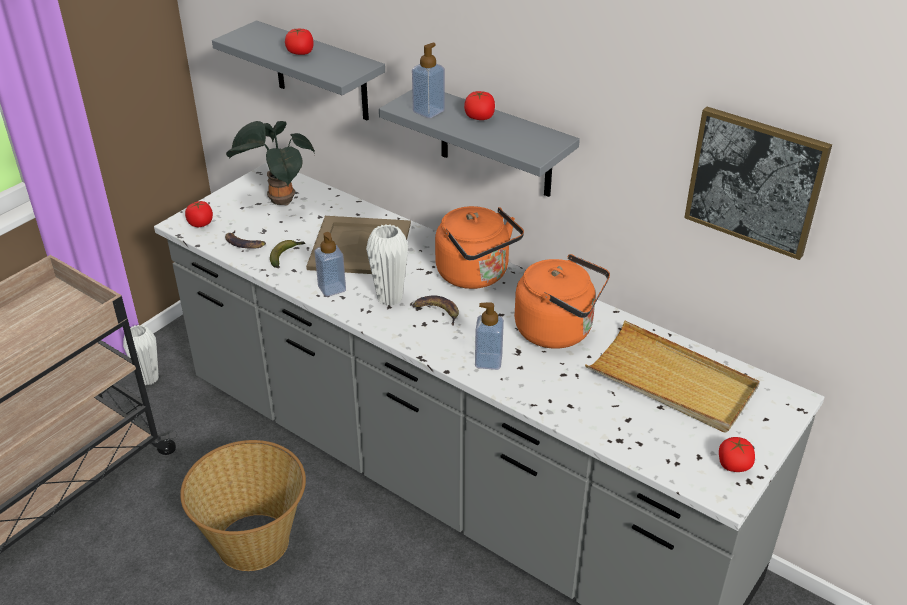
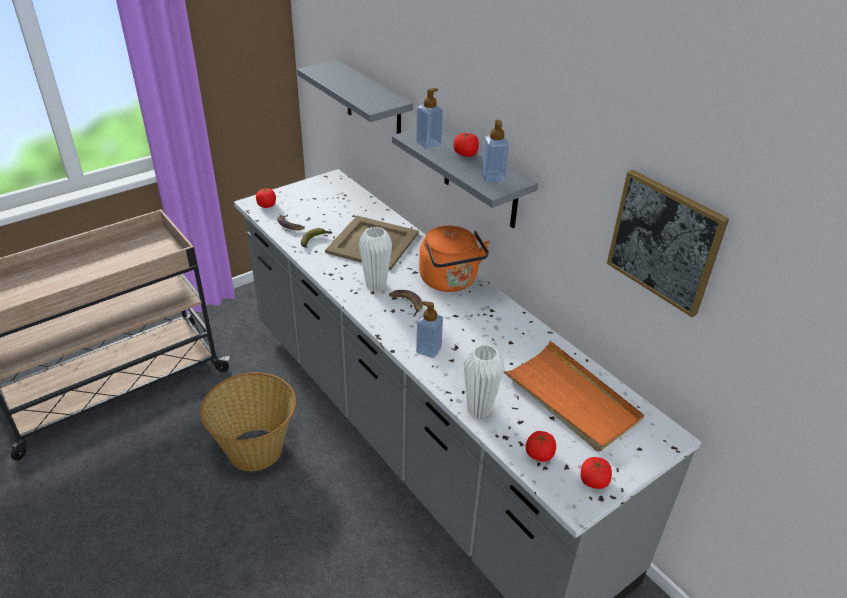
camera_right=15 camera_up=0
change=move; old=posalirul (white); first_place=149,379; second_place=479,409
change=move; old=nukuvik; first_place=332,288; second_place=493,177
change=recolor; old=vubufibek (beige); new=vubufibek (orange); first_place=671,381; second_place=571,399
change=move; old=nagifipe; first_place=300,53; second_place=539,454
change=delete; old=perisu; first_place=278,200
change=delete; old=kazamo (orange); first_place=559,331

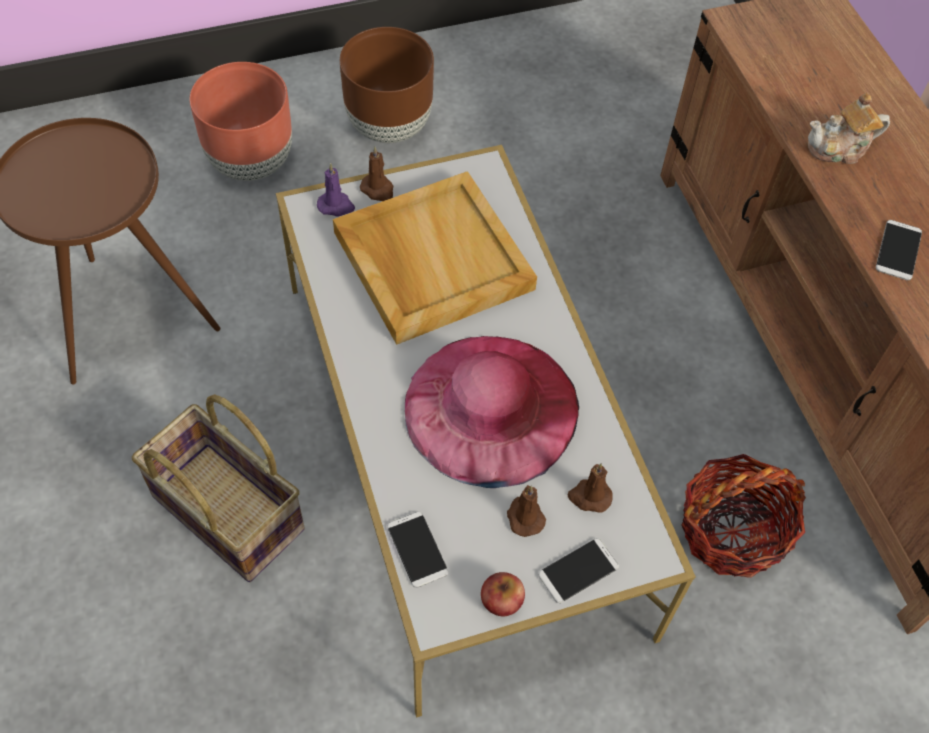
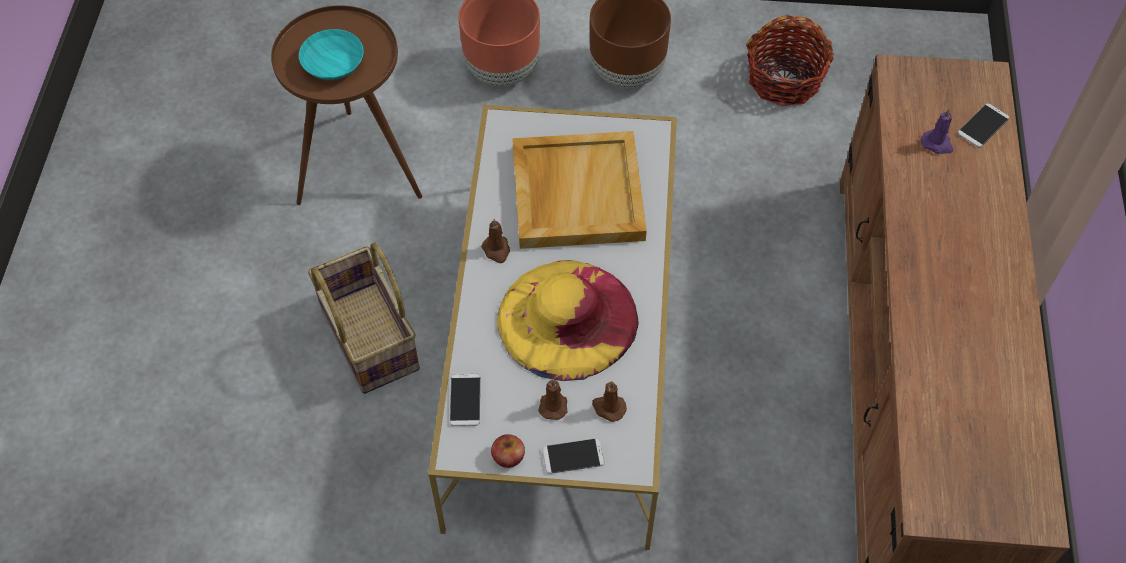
camera_right=25 camera_up=0
change=insert; new=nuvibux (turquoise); second_place=335,65
change=move; old=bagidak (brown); first_place=378,190; second_place=496,250
change=recolor; old=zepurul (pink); new=zepurul (yellow); first_place=491,408; second_place=567,319
change=move; old=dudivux; first_place=732,531; second_place=784,80
change=move; old=bagidak (purple); first_place=336,206; second_place=937,144
change=move; old=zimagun; first_place=898,250; second_place=983,126
change=delete; old=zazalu; first_place=839,148

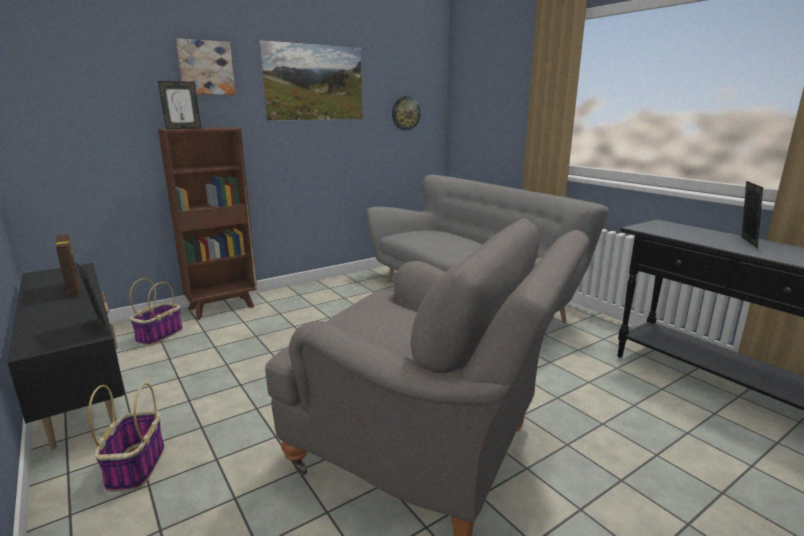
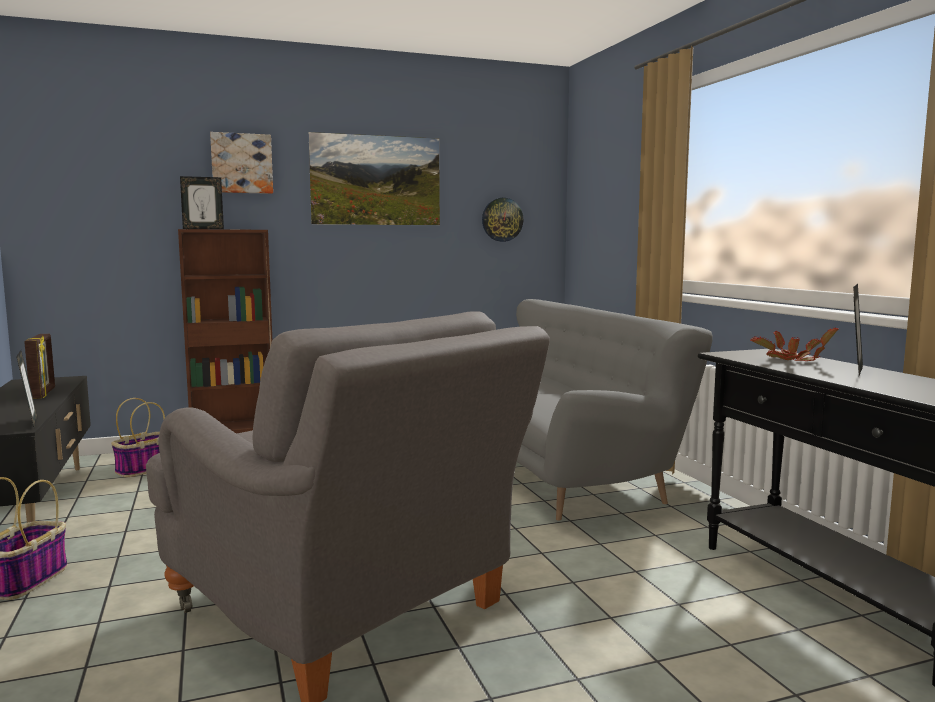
camera_right=15 camera_up=-10
change=insert; new=perisu; second_place=792,361

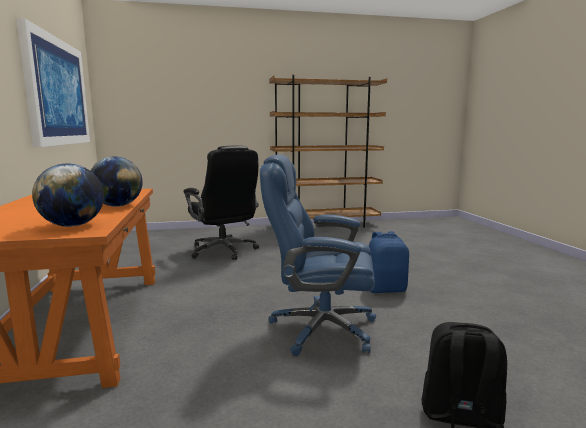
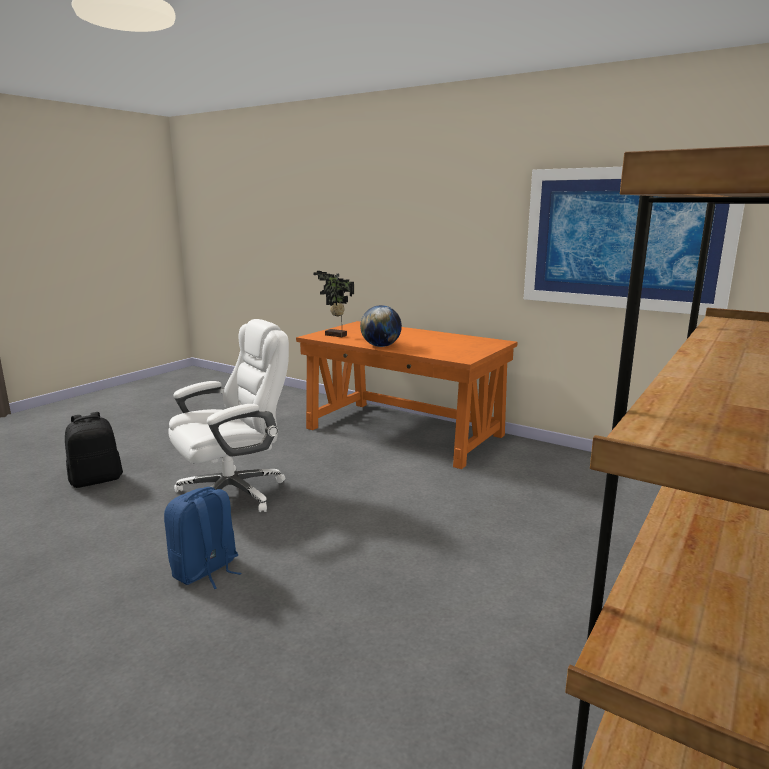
camera_right=135 camera_up=5
change=recolor; old=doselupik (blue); new=doselupik (white); first_place=320,329; second_place=234,493
change=replace; old=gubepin; new=perisu; first_place=73,225; second_place=335,336
change=delete; old=doselupik (black); first_place=224,251

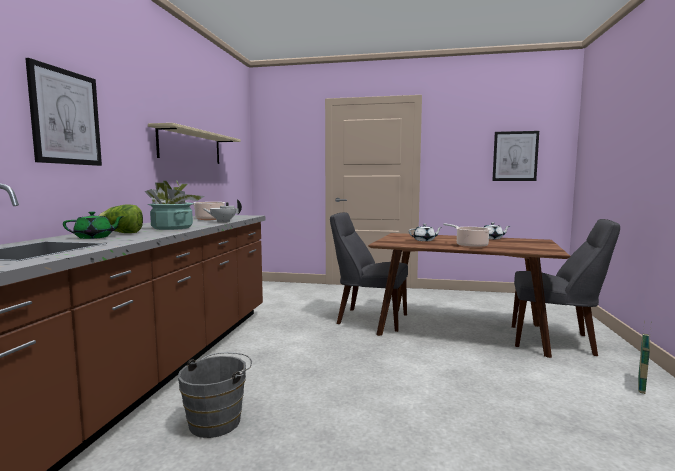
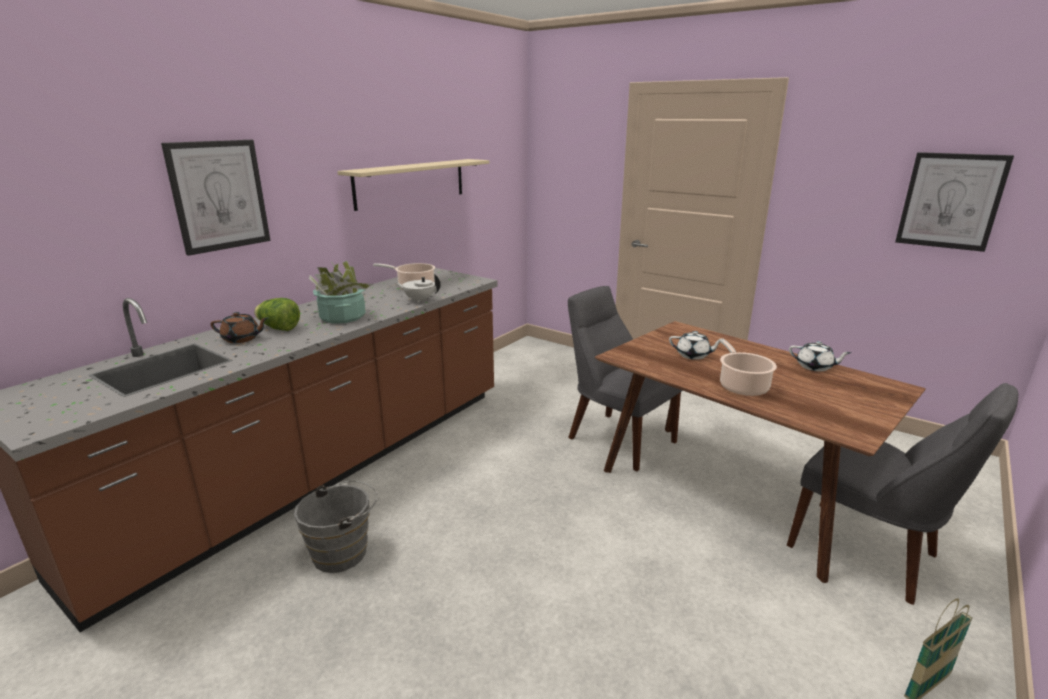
camera_right=25 camera_up=15
change=recolor; old=zazalu (green); new=zazalu (brown); first_place=95,237; second_place=242,339

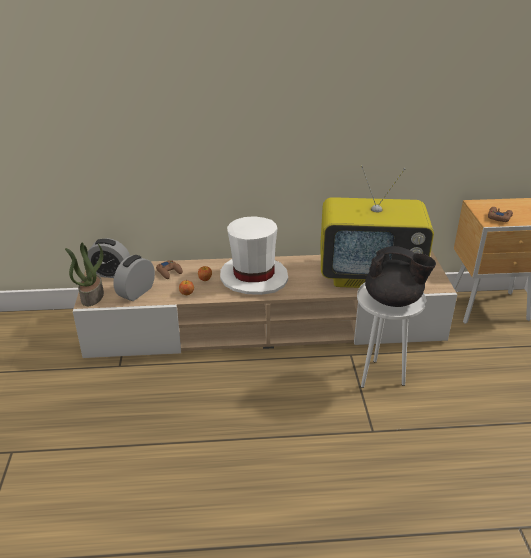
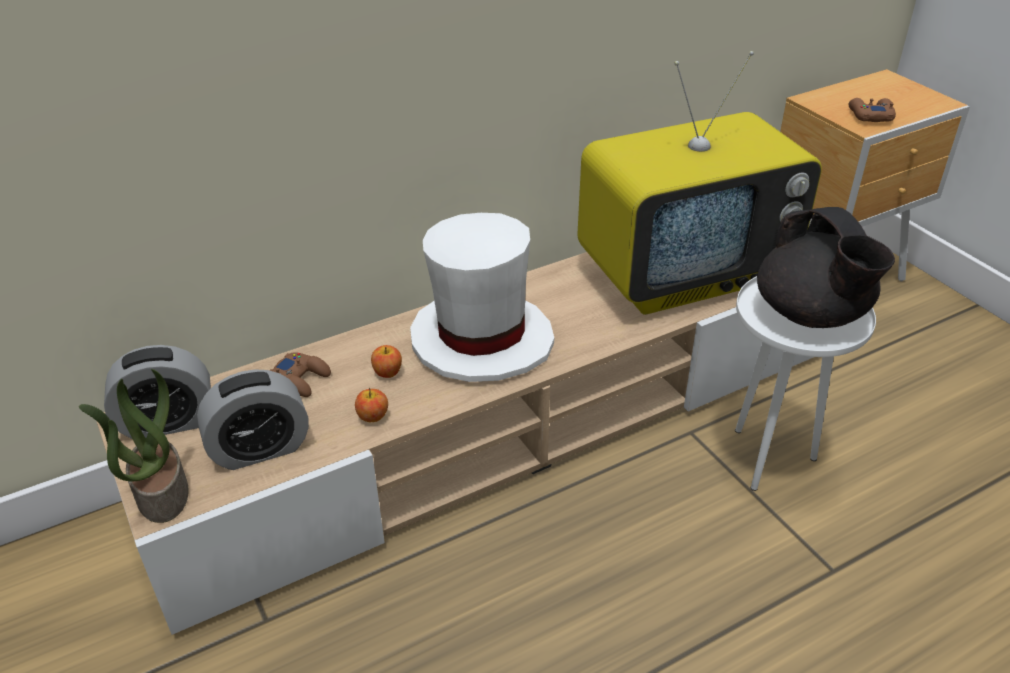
camera_right=-25 camera_up=5
change=rotate; old=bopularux; first_place=136,292; second_place=260,449; degrees=-120
change=rotate; old=zazalu (black); first_place=394,300; second_place=811,315; degrees=75

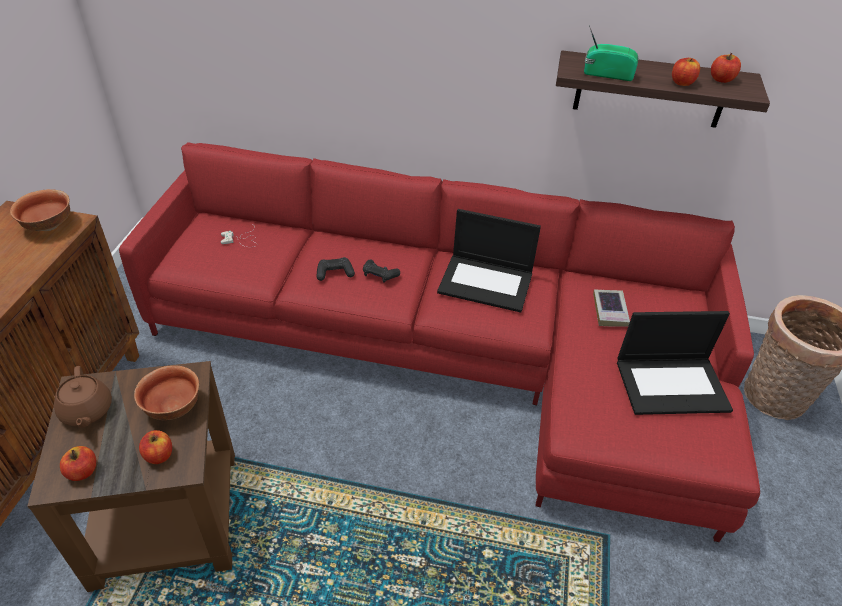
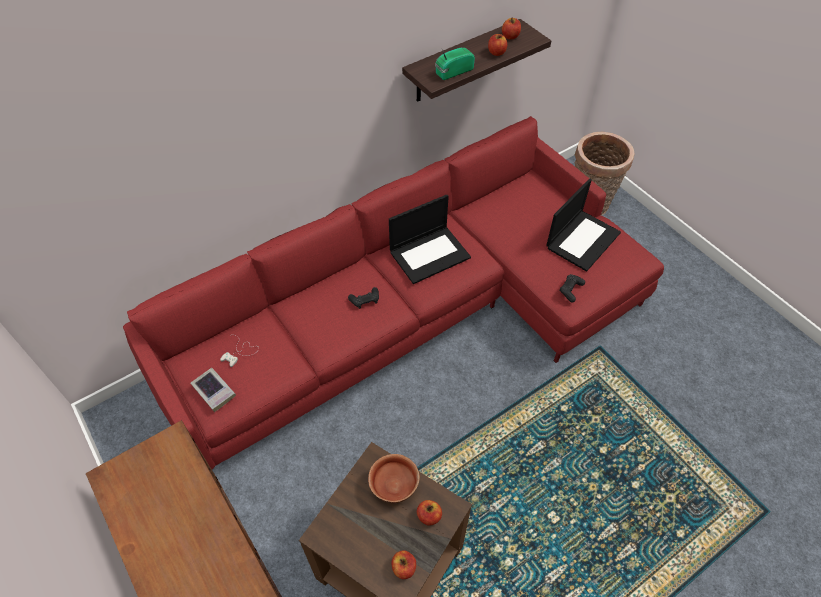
camera_right=-45 camera_up=10
change=move; old=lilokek; first_place=610,311; second_place=214,391
change=move; old=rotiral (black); first_place=335,273; second_place=570,290
change=delete; old=nuvibux; first_place=49,226
change=delete; old=zazalu (brown); first_place=86,411

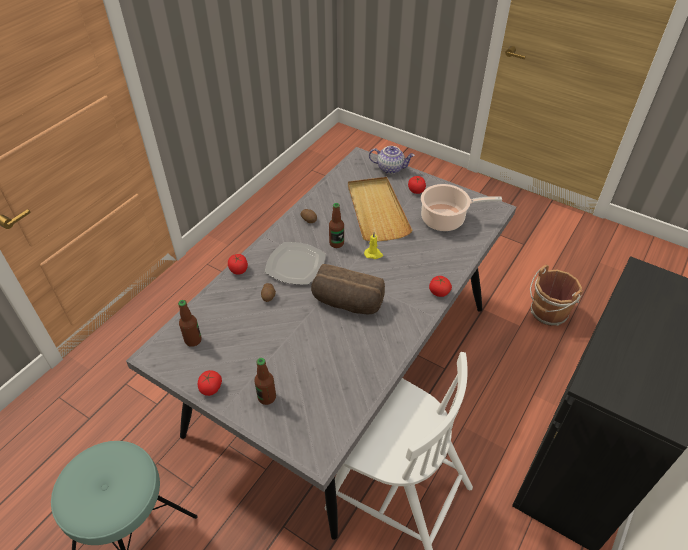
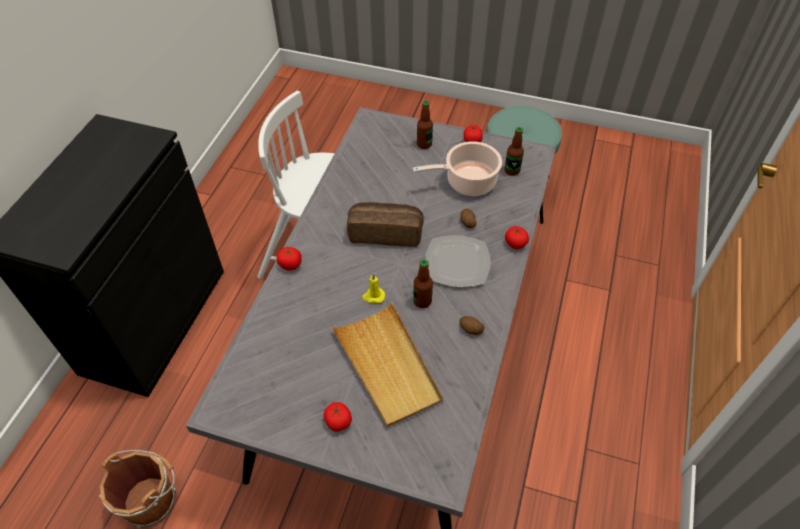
camera_right=165 camera_up=5
change=move; old=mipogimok; first_place=446,219; second_place=467,182
change=delete; old=zazalu; first_place=390,168

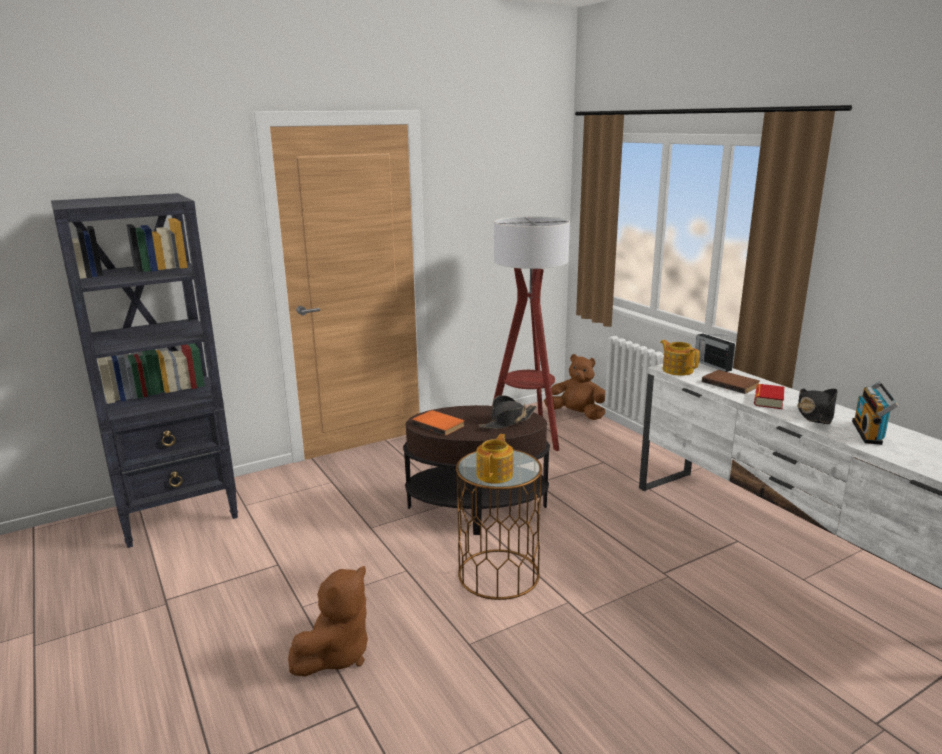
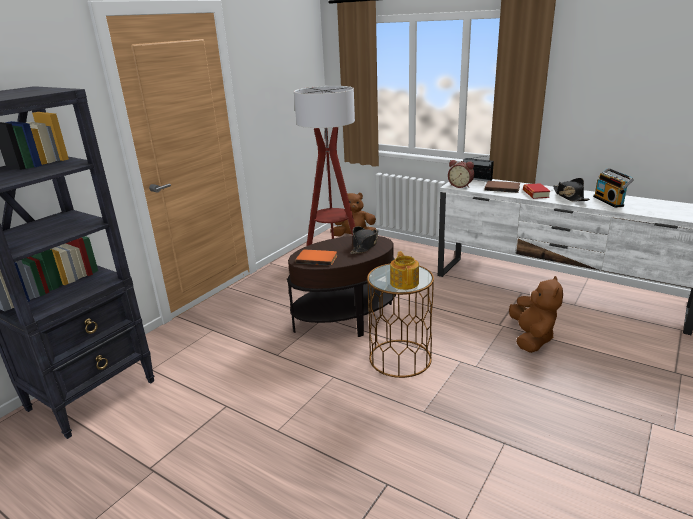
camera_right=-25 camera_up=5
change=replace; old=zazalu; new=bopularux; first_place=677,370; second_place=460,186
change=move; old=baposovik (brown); first_place=336,654; second_place=531,338

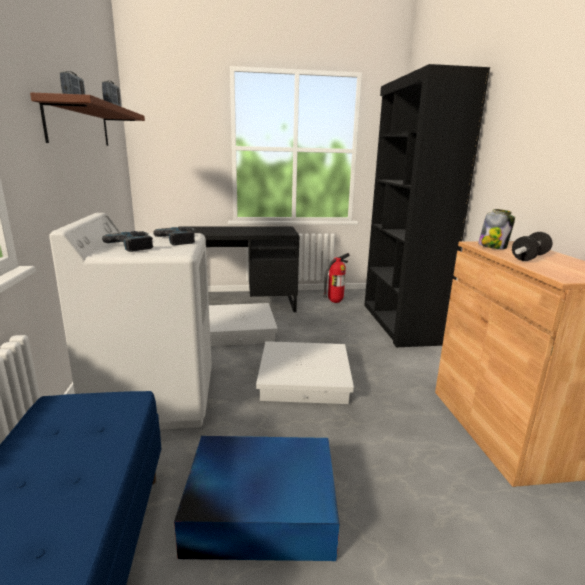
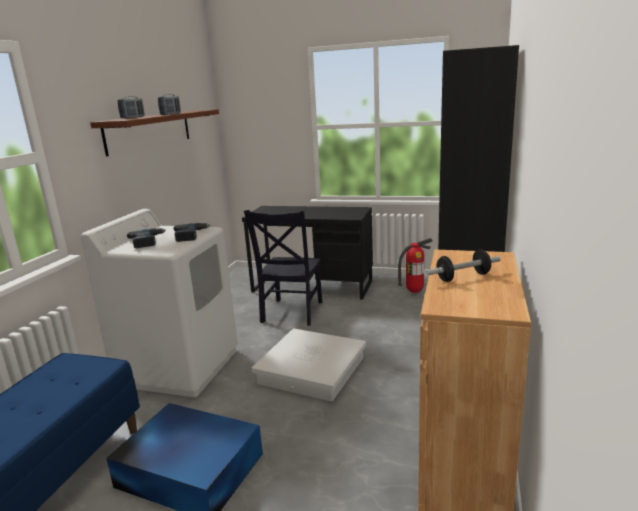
camera_right=25 camera_up=0
change=replace; old=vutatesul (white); new=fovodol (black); first_place=238,330; second_place=291,313
change=delete; old=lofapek; first_place=493,247

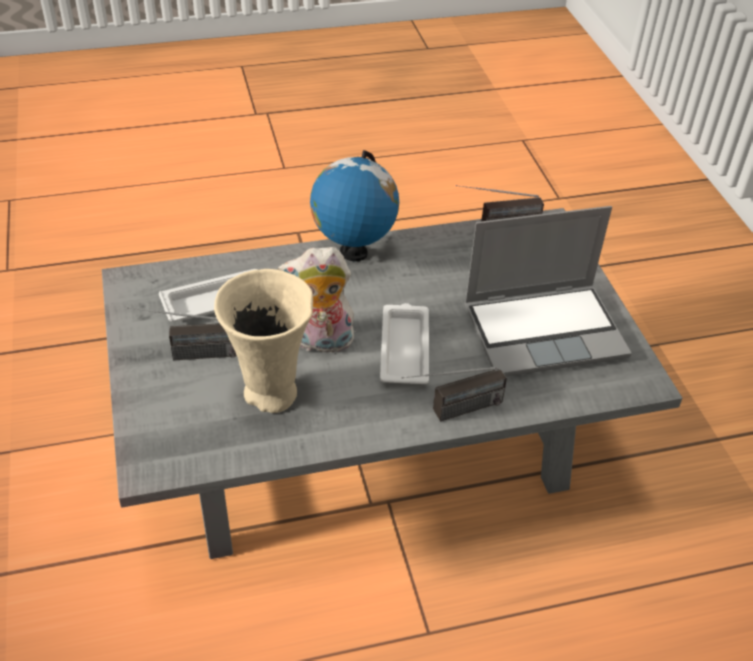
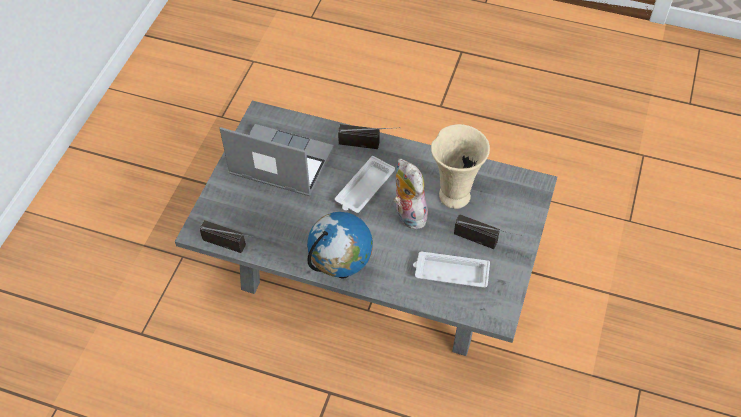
camera_right=-145 camera_up=10
change=rotate; old=baposovik; first_place=320,342; second_place=407,214; degrees=-150

